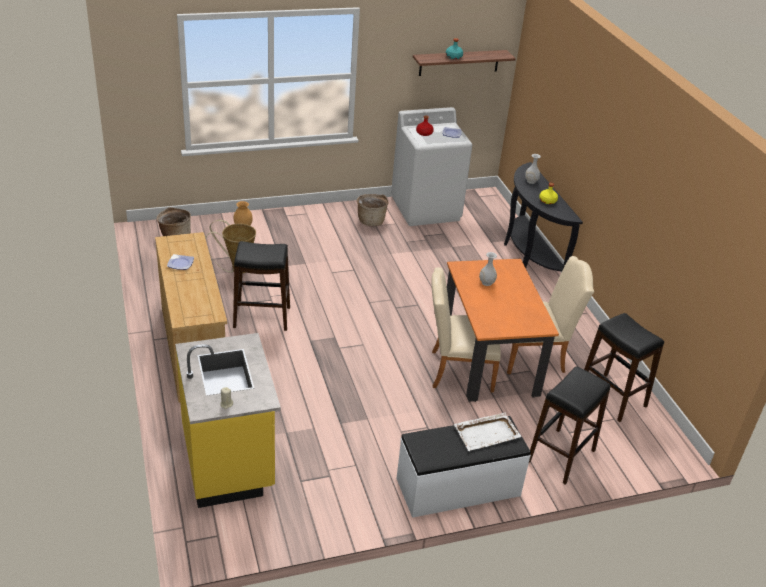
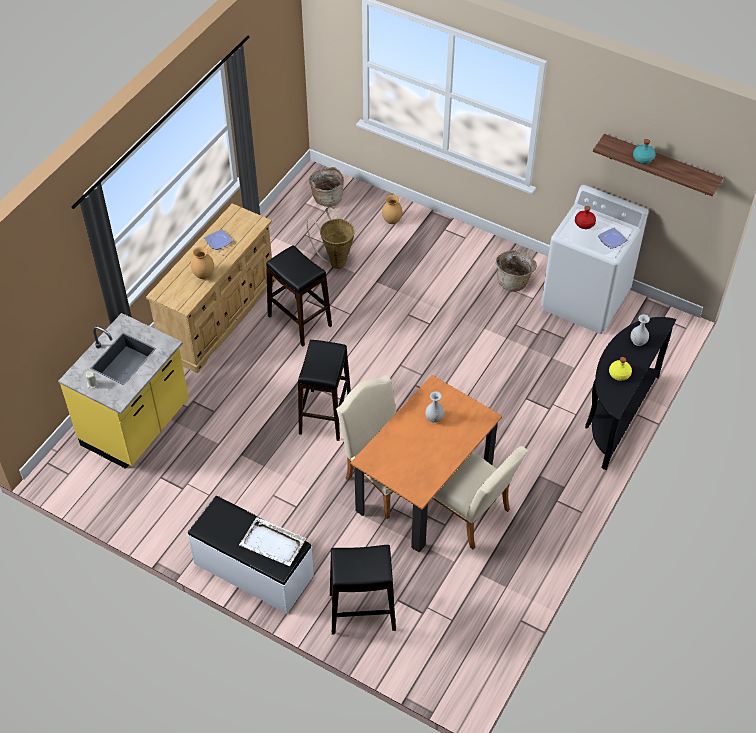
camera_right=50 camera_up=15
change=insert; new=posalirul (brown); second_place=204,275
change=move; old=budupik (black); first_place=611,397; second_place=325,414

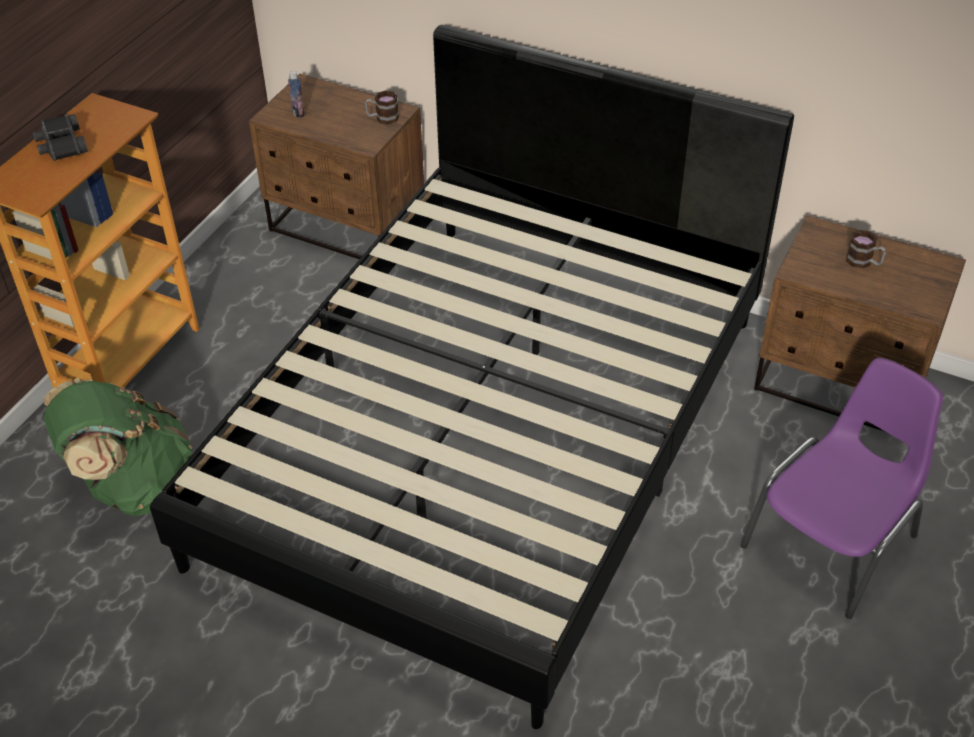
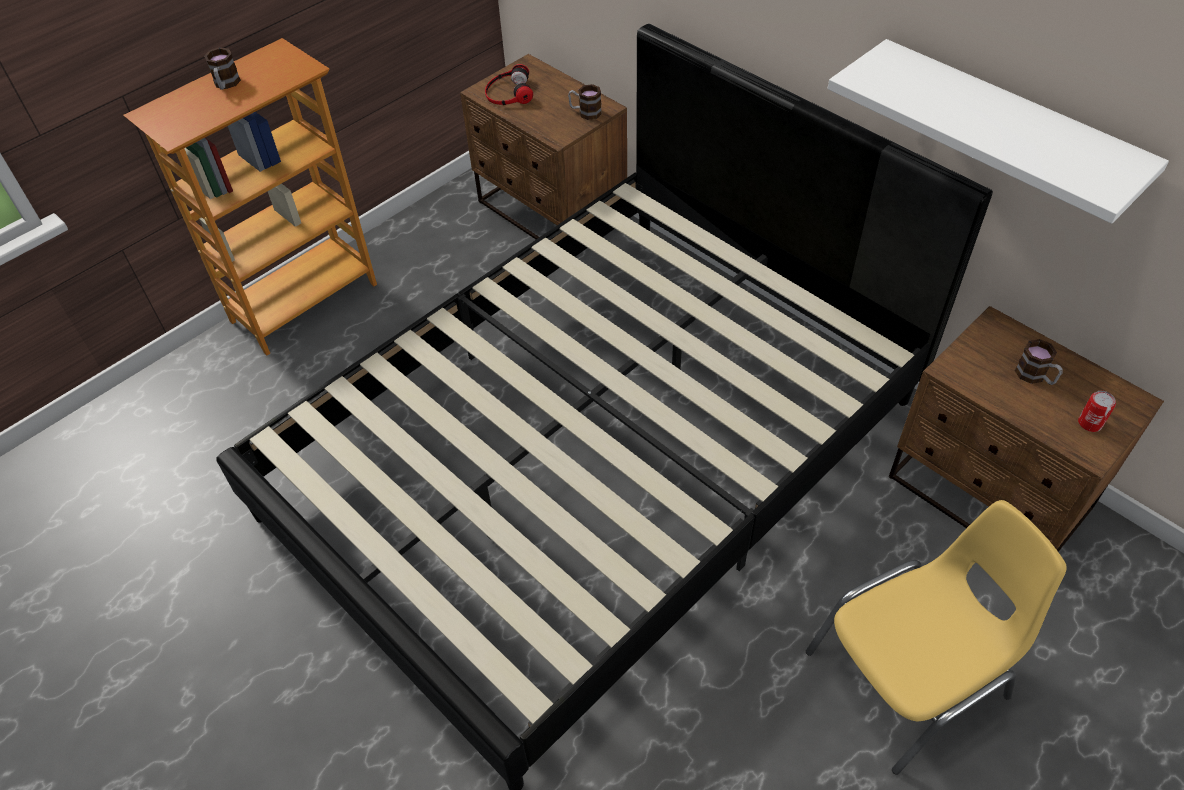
camera_right=20 camera_up=5
change=replace; old=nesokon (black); new=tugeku; first_place=61,145; second_place=226,84
change=replace; old=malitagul; new=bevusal; first_place=298,113; second_place=508,93
change=recolor; old=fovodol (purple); new=fovodol (yellow); first_place=833,541; second_place=911,675
change=insert; new=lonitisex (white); second_place=1005,129
change=insert; new=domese; second_place=1090,423
change=delete; old=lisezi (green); first_place=133,485

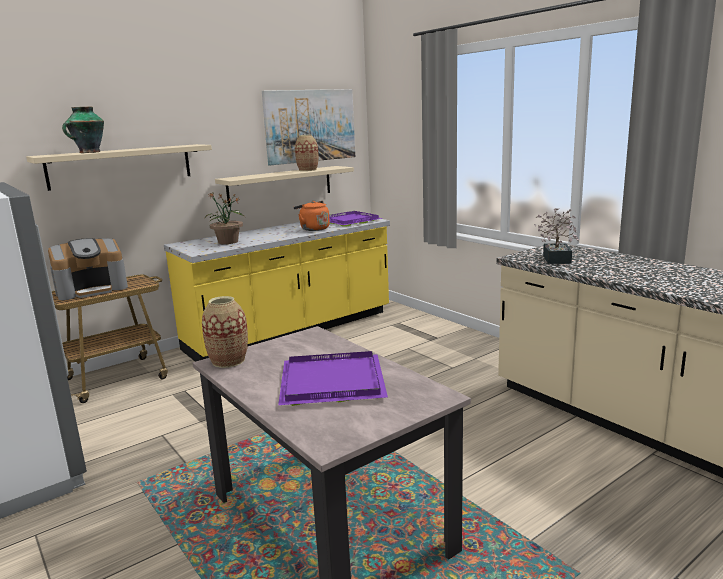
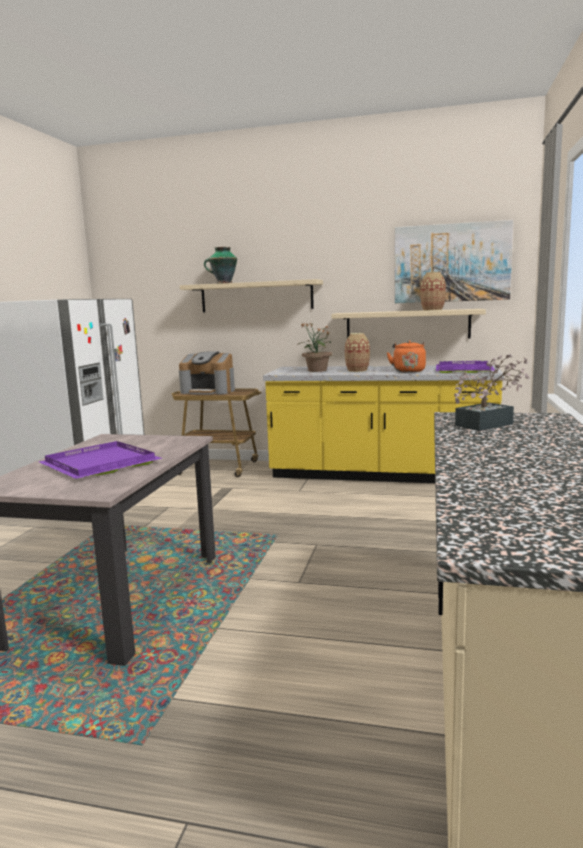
camera_right=50 camera_up=-5
change=move; old=posalirul; first_place=228,361; second_place=357,370

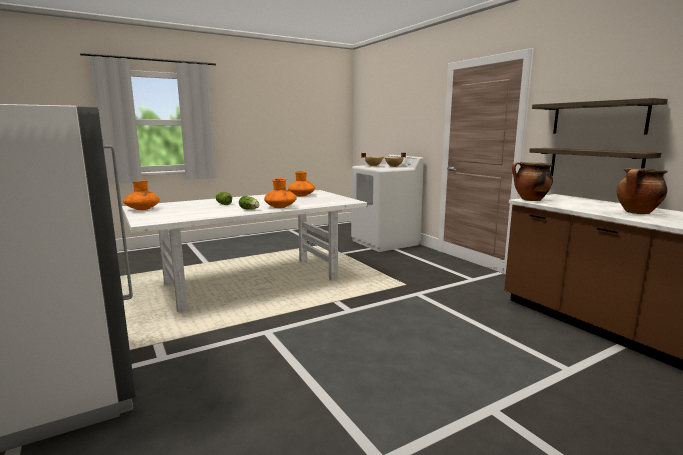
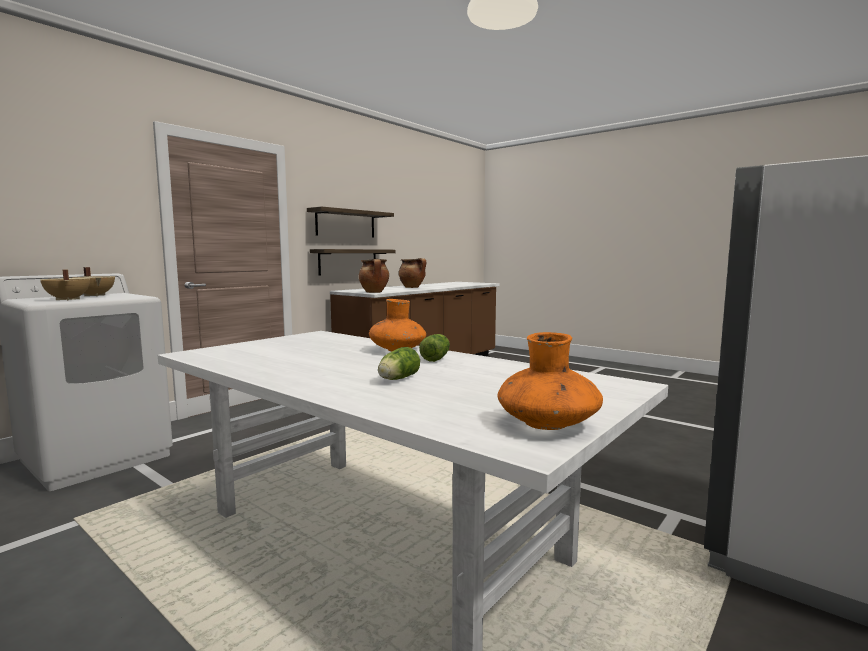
camera_right=-110 camera_up=-5
change=delete; old=posalirul (orange); first_place=301,195

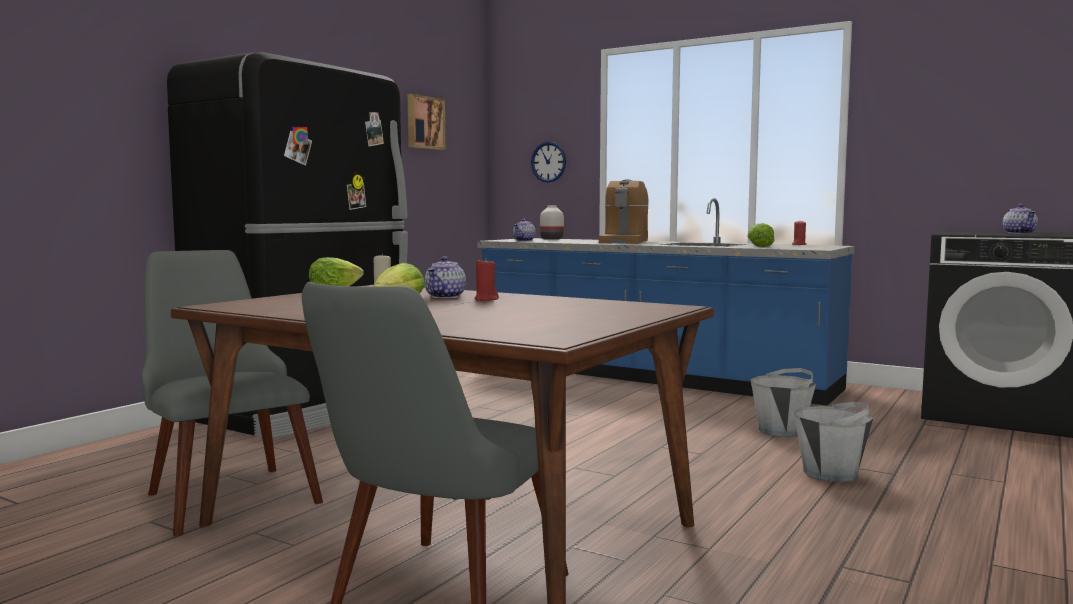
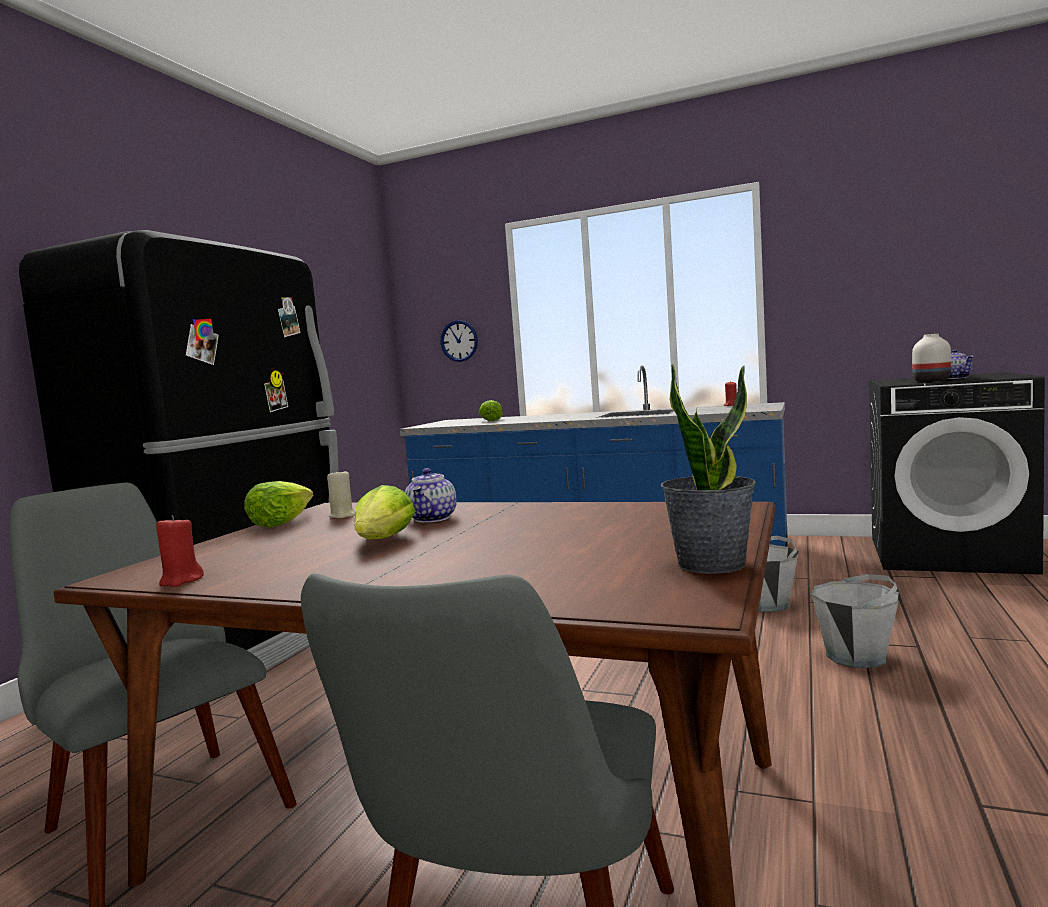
camera_right=-10 camera_up=0
change=move; old=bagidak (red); first_place=486,299; second_place=181,581
change=move; old=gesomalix; first_place=760,246; second_place=492,420
change=insert; new=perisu; second_place=710,564
change=move; old=posalirul (white); first_place=551,239; second_place=930,381
change=delete; old=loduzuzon; first_place=424,122
change=delete; old=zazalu; first_place=524,240
change=delete; old=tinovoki; first_place=624,242

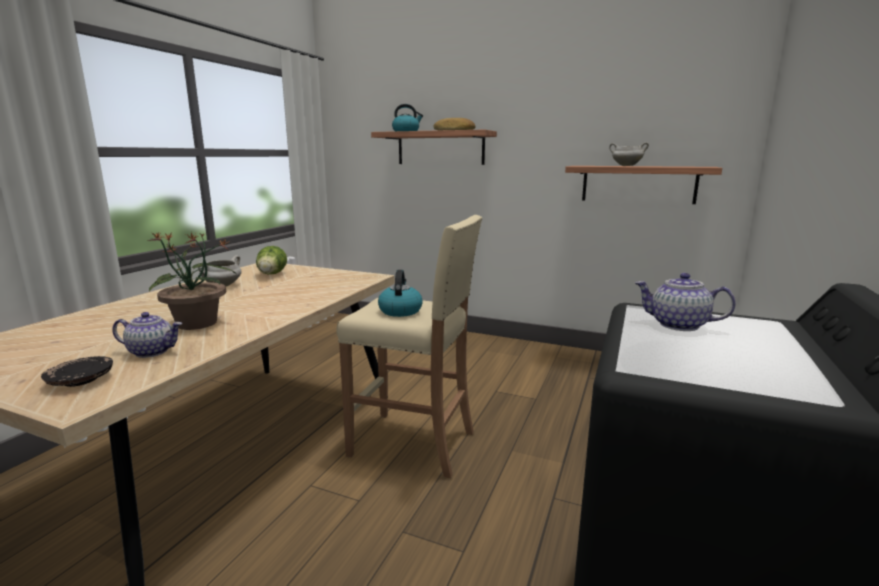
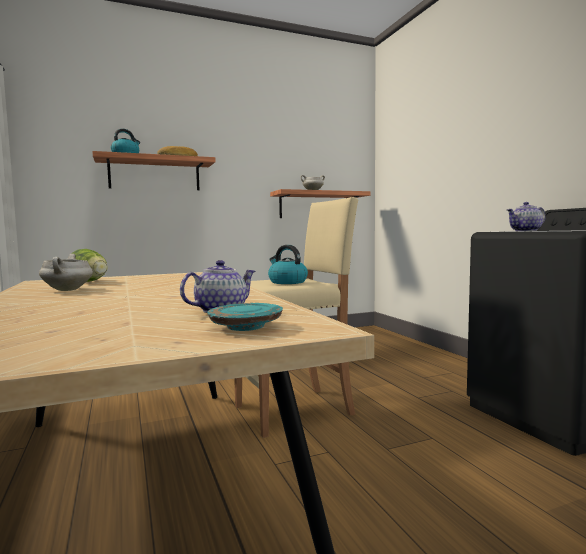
camera_right=-45 camera_up=-10
change=recolor; old=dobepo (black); new=dobepo (turquoise); first_place=80,380; second_place=246,327
change=delete; old=perisu; first_place=197,324

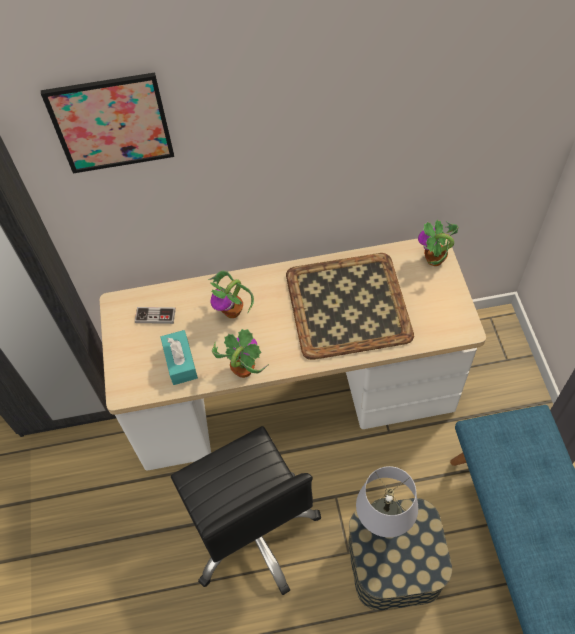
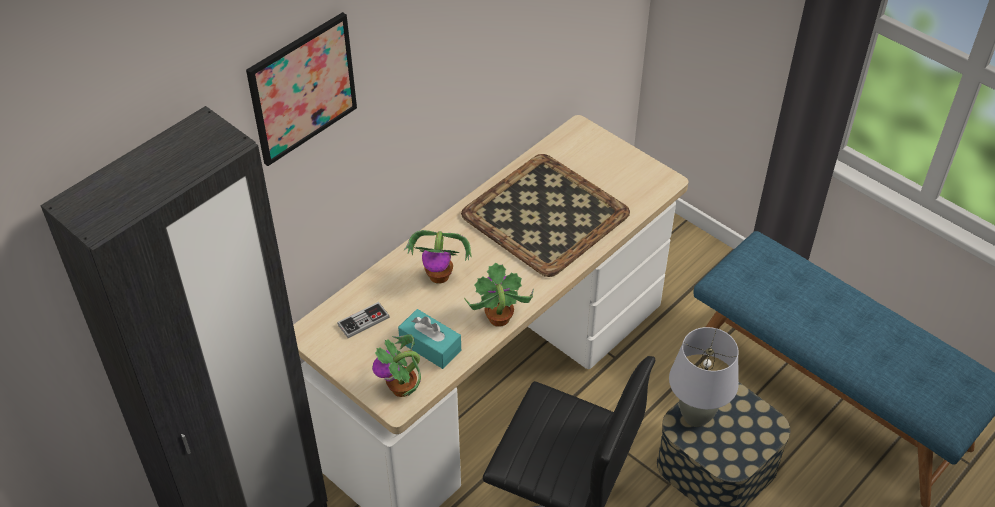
camera_right=-40 camera_up=-10
change=move; old=perisu; first_place=434,260; second_place=402,388

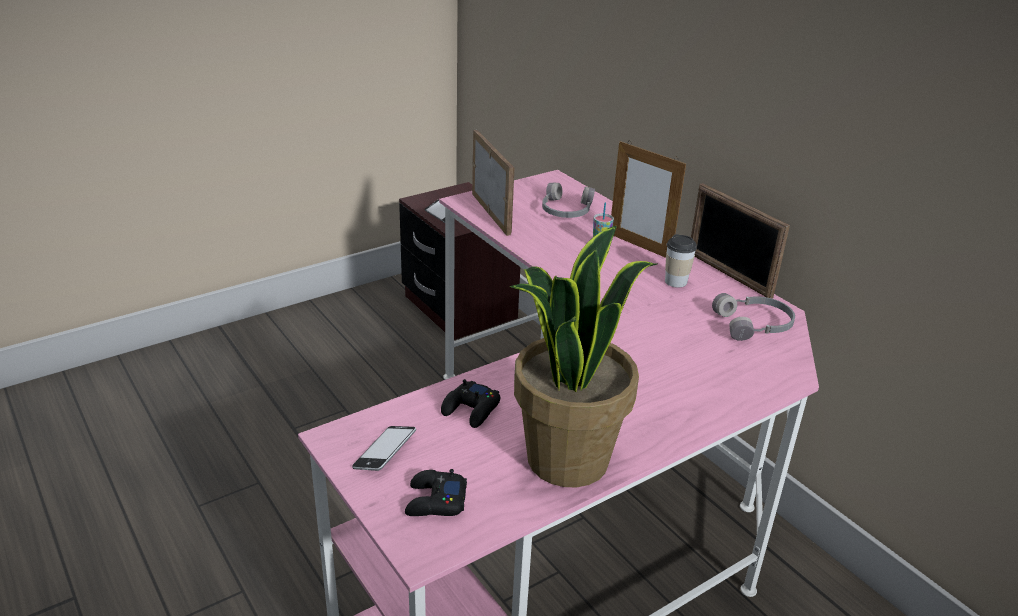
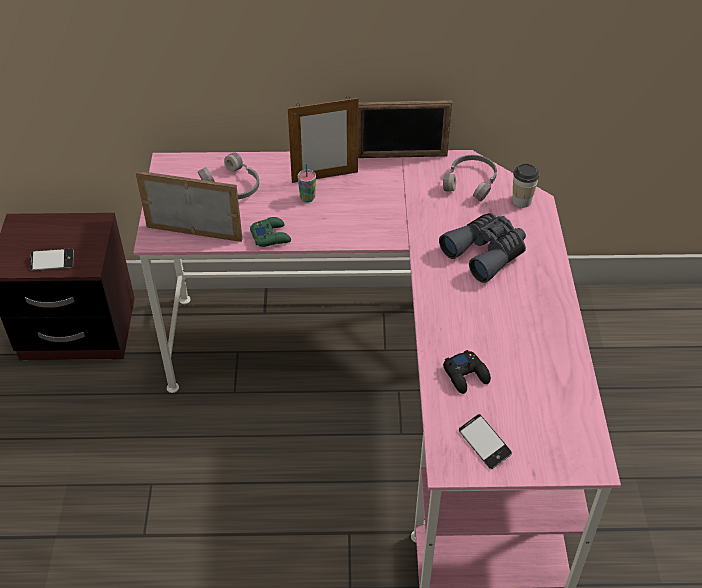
camera_right=-55 camera_up=15
change=insert; new=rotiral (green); second_place=271,236
change=insert; new=nesokon (grey); second_place=486,253
change=move; old=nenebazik; first_place=676,281; second_place=521,201
change=delete; old=rotiral (black); first_place=435,501
change=delete; old=perisu; first_place=567,458

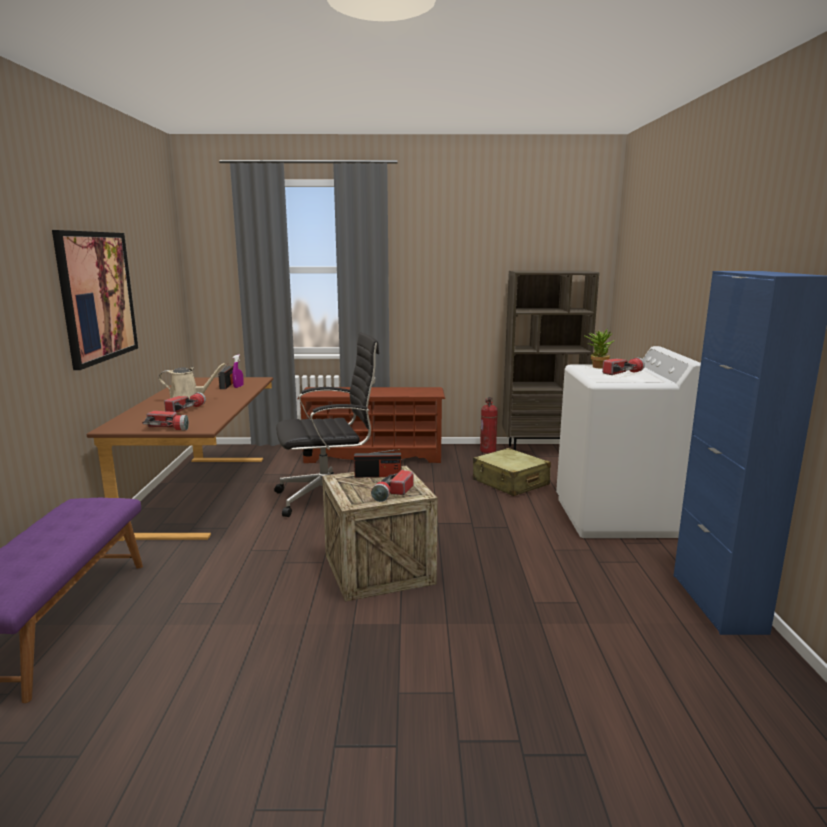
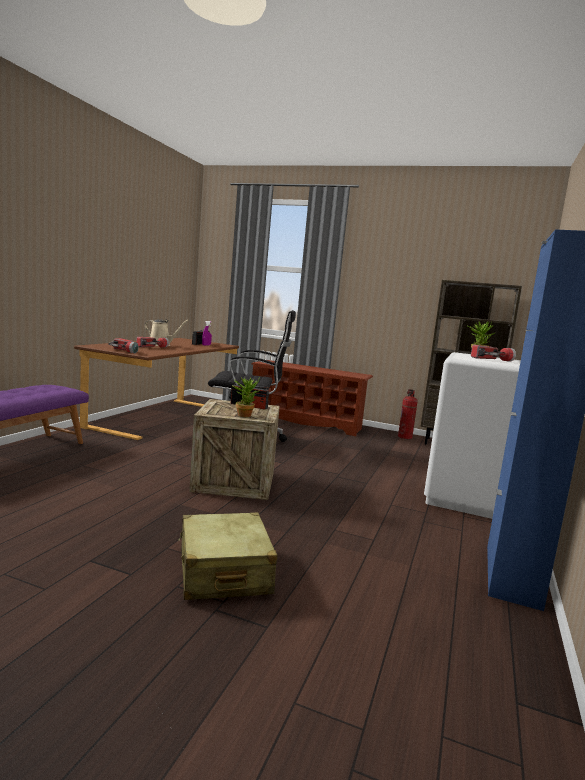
camera_right=20 camera_up=-5
change=move; old=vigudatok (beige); first_place=510,483; second_place=223,572
change=replace; old=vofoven; new=perisu; first_place=392,493; second_place=244,414
change=delete; old=loduzuzon; first_place=97,296

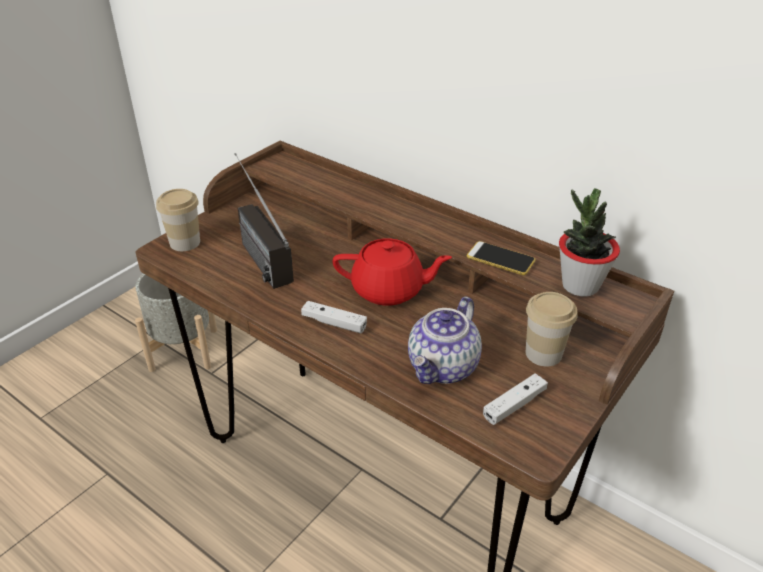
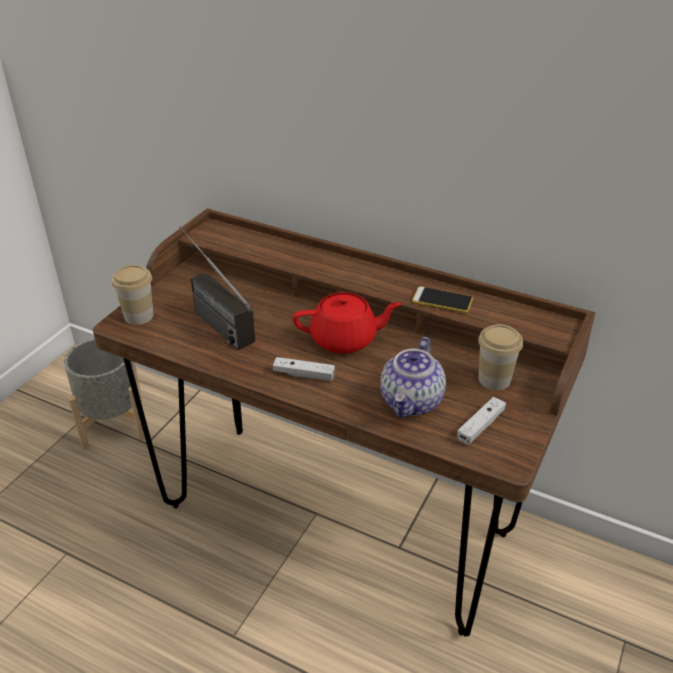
camera_right=-10 camera_up=0
change=delete; old=perisu; first_place=580,286

